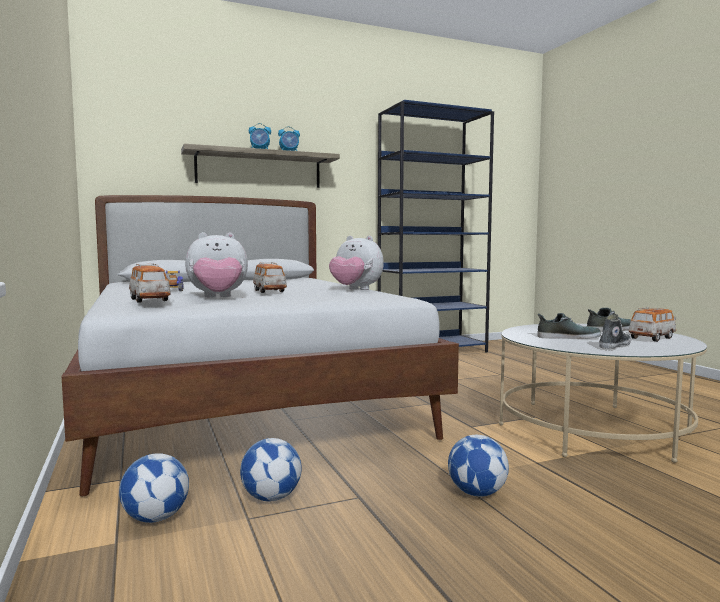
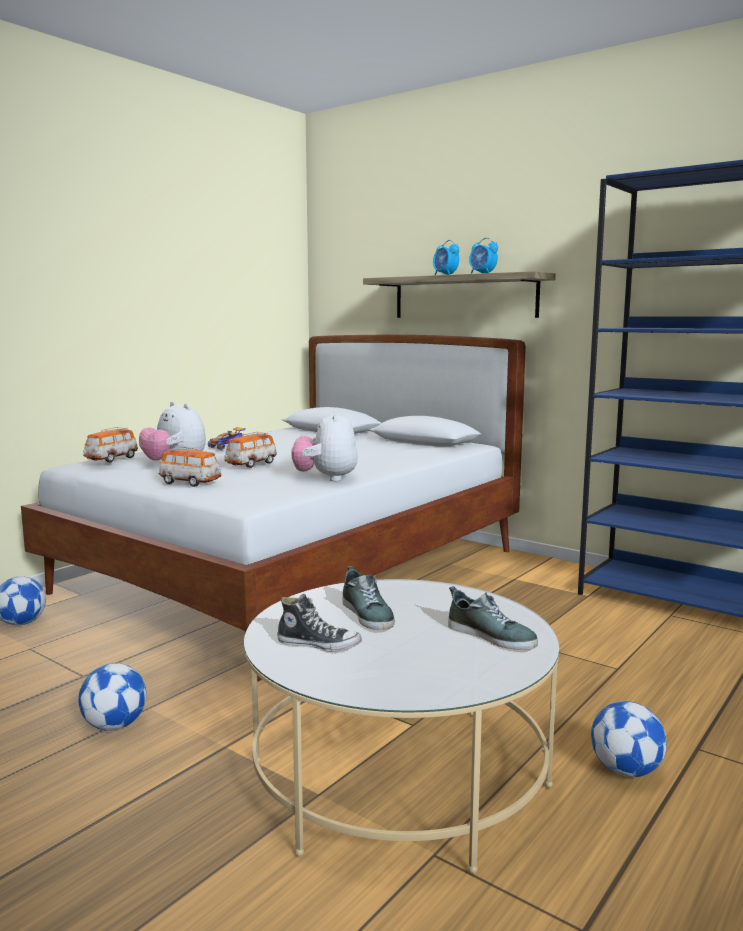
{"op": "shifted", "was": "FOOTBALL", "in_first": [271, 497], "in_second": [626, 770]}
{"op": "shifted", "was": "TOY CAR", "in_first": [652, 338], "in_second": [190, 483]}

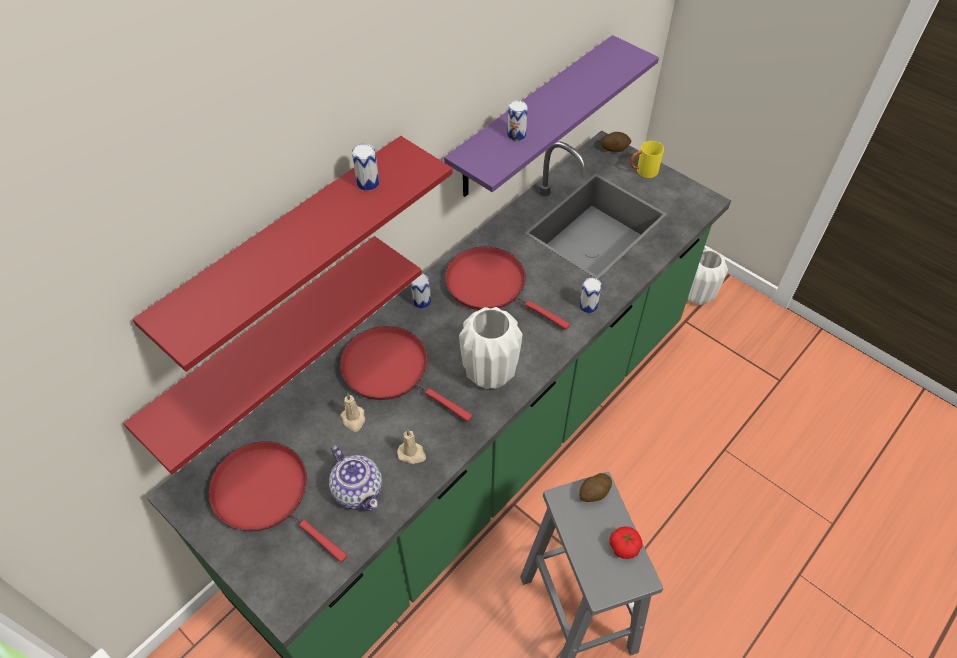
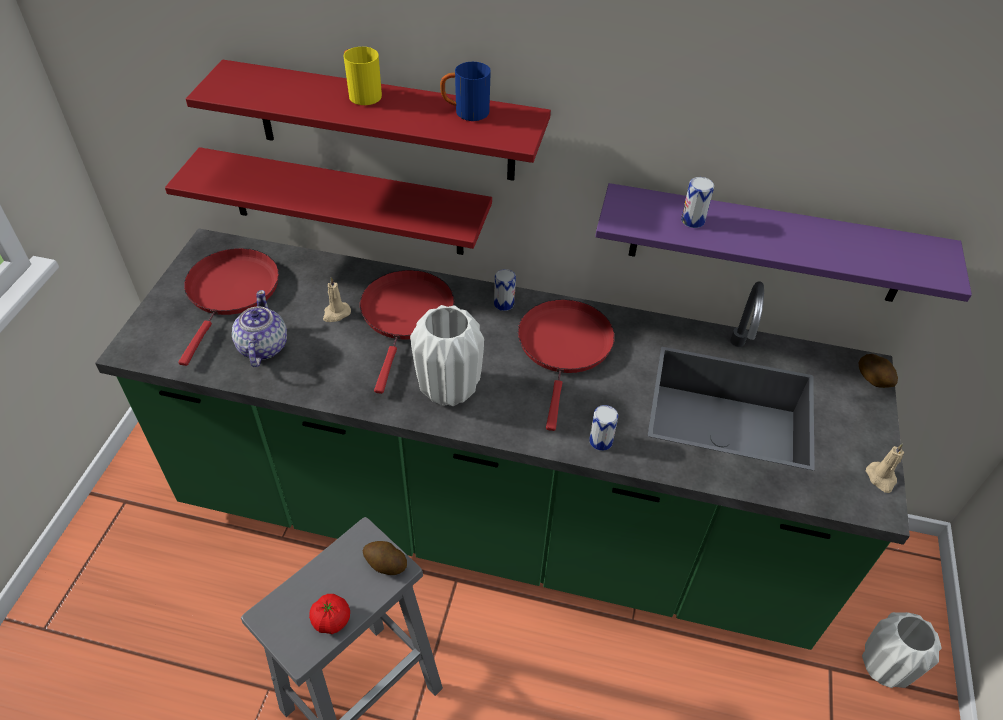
{"op": "shifted", "was": "BEIGE CANDLE", "in_first": [412, 454], "in_second": [881, 478]}
{"op": "shifted", "was": "YELLOW MUG", "in_first": [643, 172], "in_second": [361, 94]}
{"op": "swapped", "was": "CAN", "now": "BLUE MUG", "in_first": [368, 183], "in_second": [465, 113]}
{"op": "rotated", "was": "TEAPOT", "in_first": [358, 489], "in_second": [262, 347], "clockwise": 150}

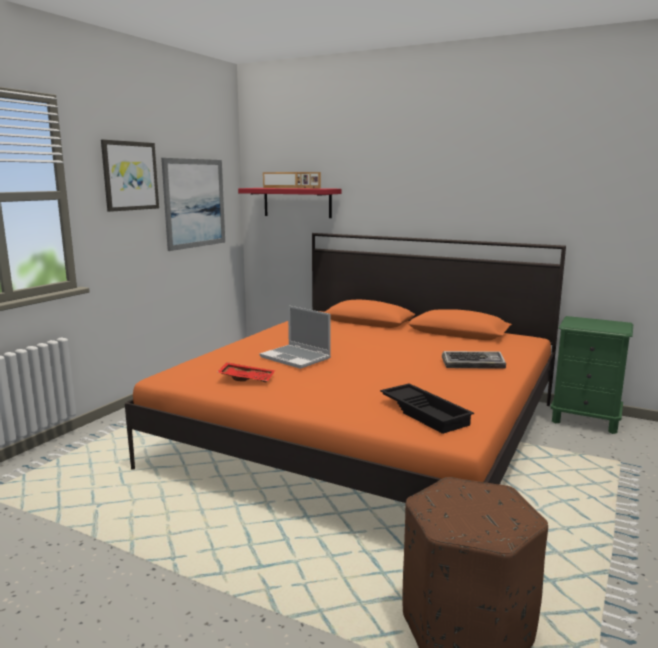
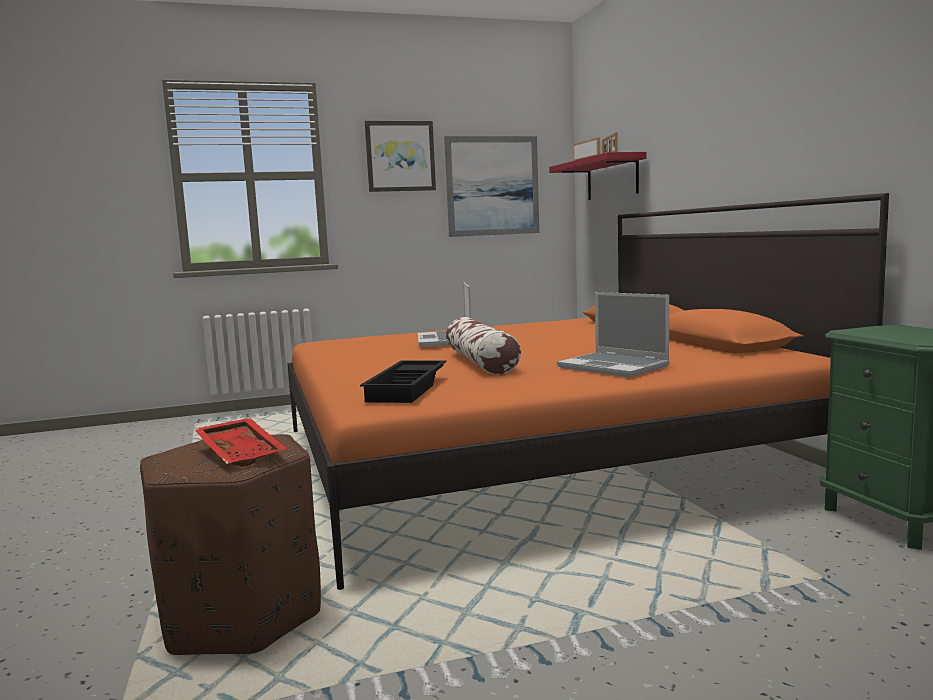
{"op": "new", "now": "PILLOW", "in_second": [481, 362]}
{"op": "shifted", "was": "RED TRAY", "in_first": [247, 378], "in_second": [242, 453]}
{"op": "swapped", "was": "KEYBOARD", "now": "LAPTOP", "in_first": [473, 364], "in_second": [615, 367]}

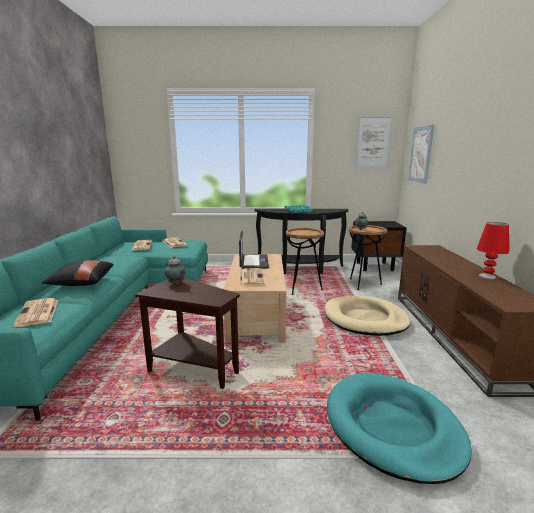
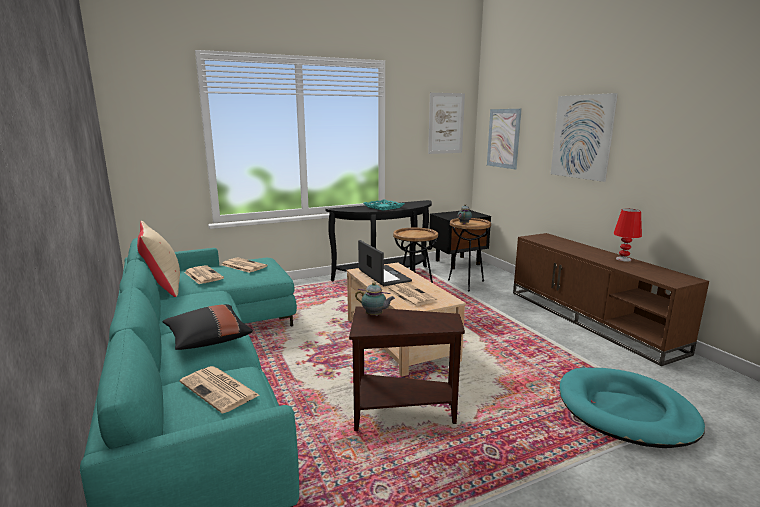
{"op": "gone", "was": "BEIGE DOG BED", "in_first": [365, 319]}
{"op": "new", "now": "BEIGE PILLOW", "in_second": [163, 286]}
{"op": "new", "now": "PICTURE", "in_second": [582, 137]}

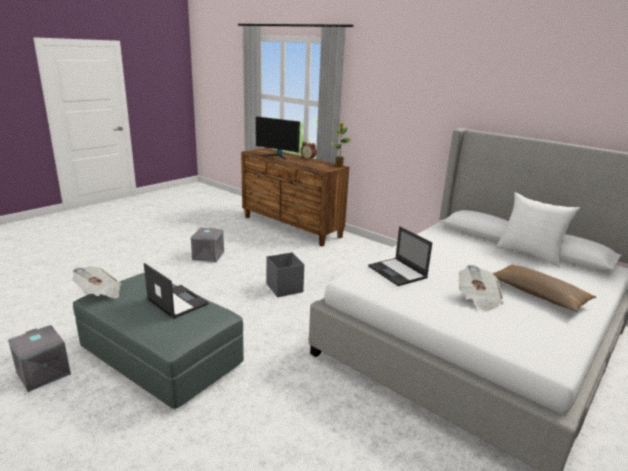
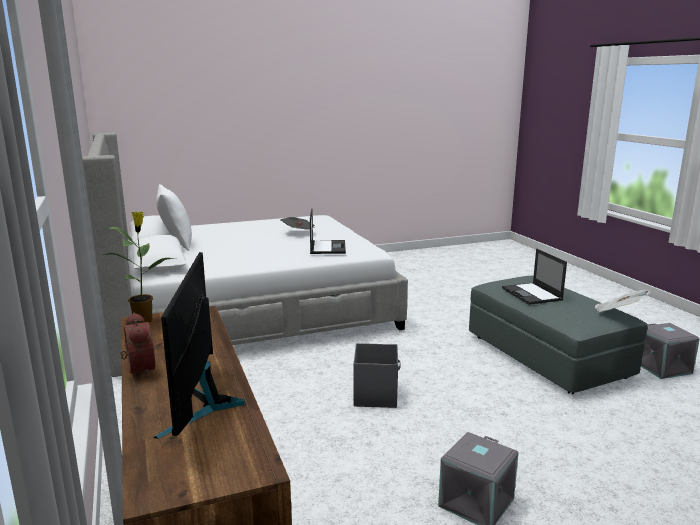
{"op": "gone", "was": "BROWN PILLOW", "in_first": [538, 294]}
{"op": "rotated", "was": "MONITOR", "in_first": [277, 156], "in_second": [200, 406], "clockwise": -150}

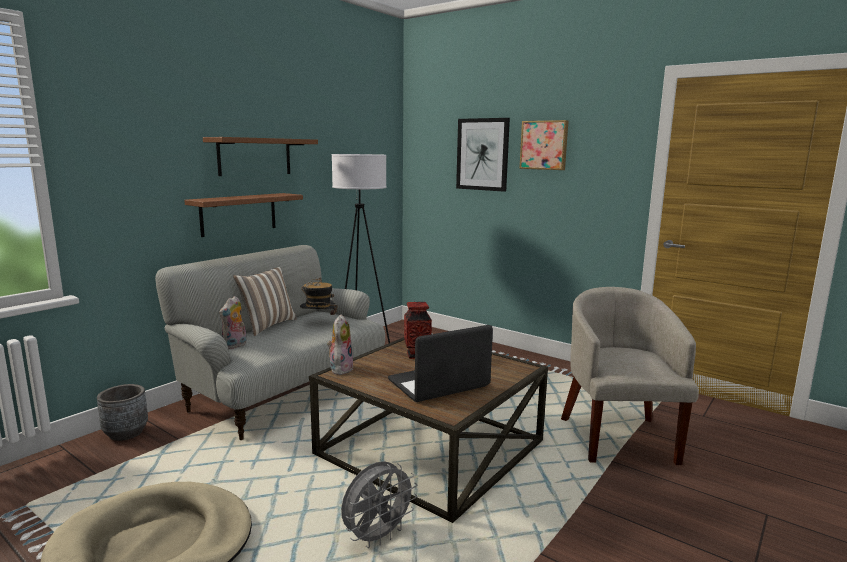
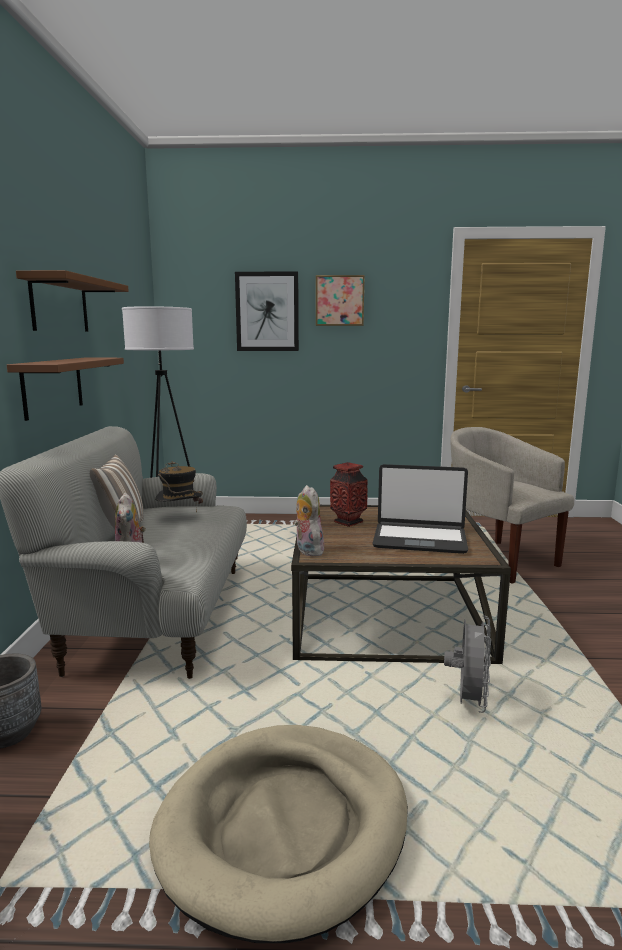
{"op": "rotated", "was": "LAPTOP", "in_first": [439, 384], "in_second": [419, 539], "clockwise": -105}

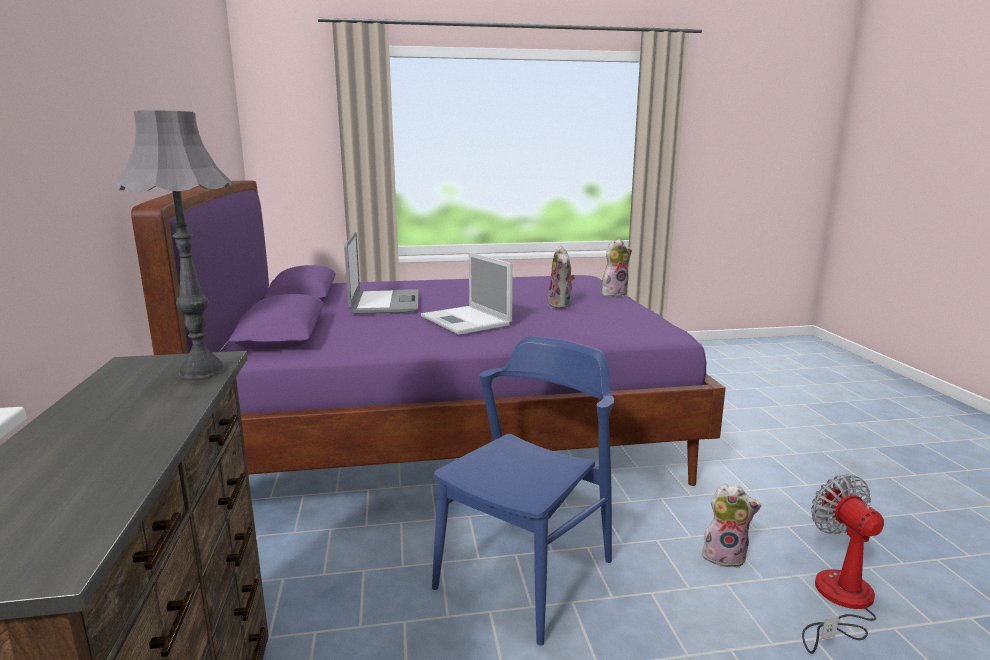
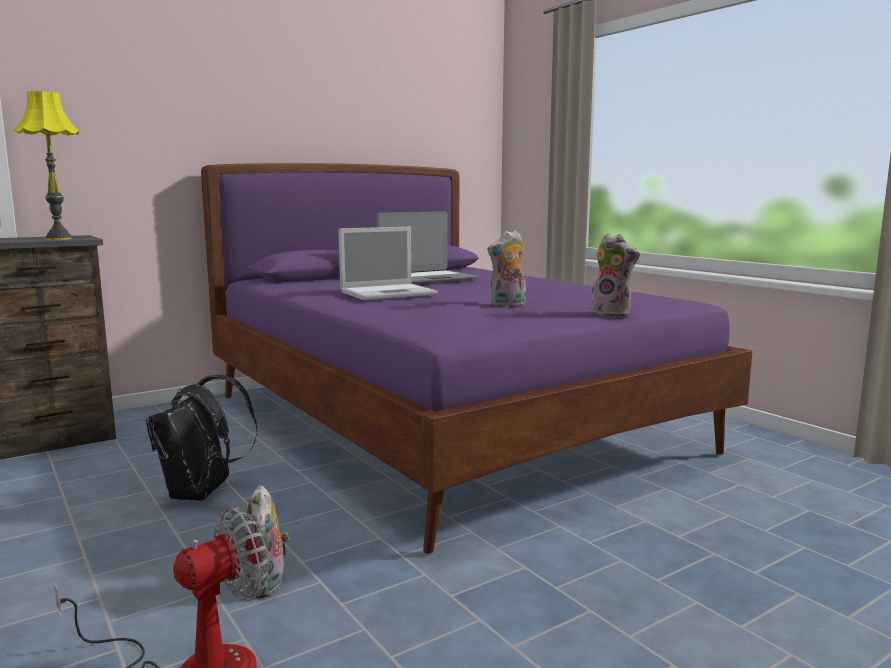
{"op": "swapped", "was": "BLUE CHAIR", "now": "BLACK BACKPACK", "in_first": [525, 574], "in_second": [202, 494]}
{"op": "repainted", "was": "GREY TABLE LAMP", "now": "YELLOW TABLE LAMP", "in_first": [201, 371], "in_second": [58, 239]}
{"op": "rotated", "was": "LAPTOP", "in_first": [467, 321], "in_second": [389, 293], "clockwise": -150}

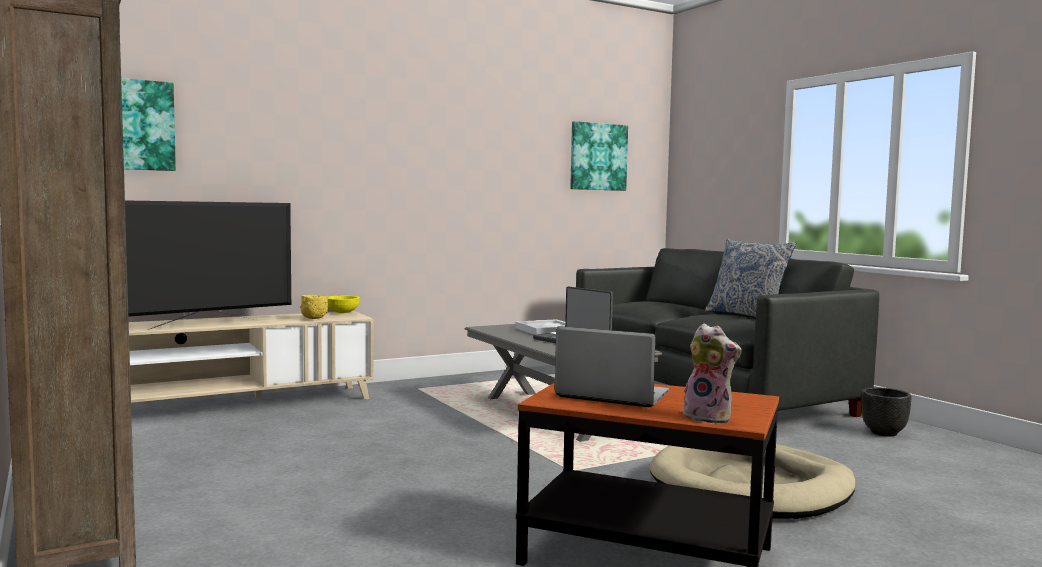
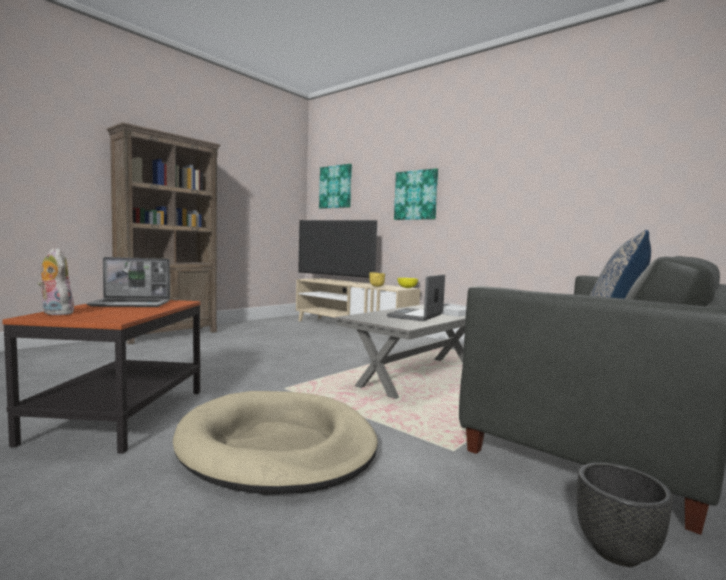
{"op": "shifted", "was": "PICTURE", "in_first": [598, 157], "in_second": [416, 195]}
{"op": "rotated", "was": "LAPTOP", "in_first": [610, 395], "in_second": [132, 304], "clockwise": 75}
{"op": "rotated", "was": "PLUSH TOY", "in_first": [709, 418], "in_second": [55, 313], "clockwise": 105}

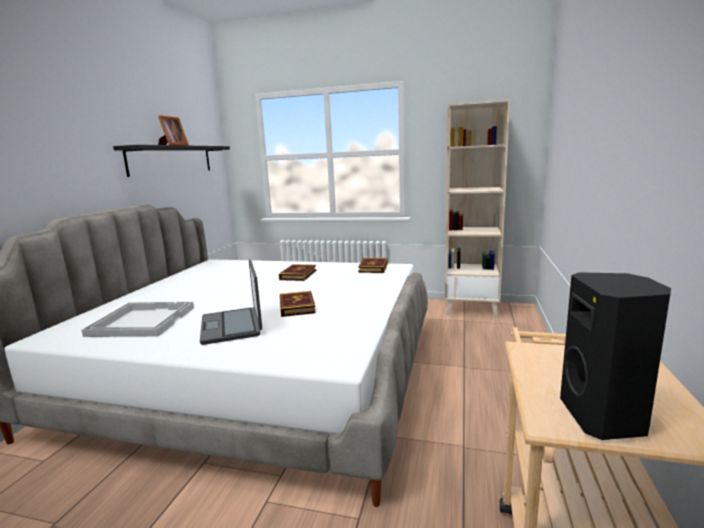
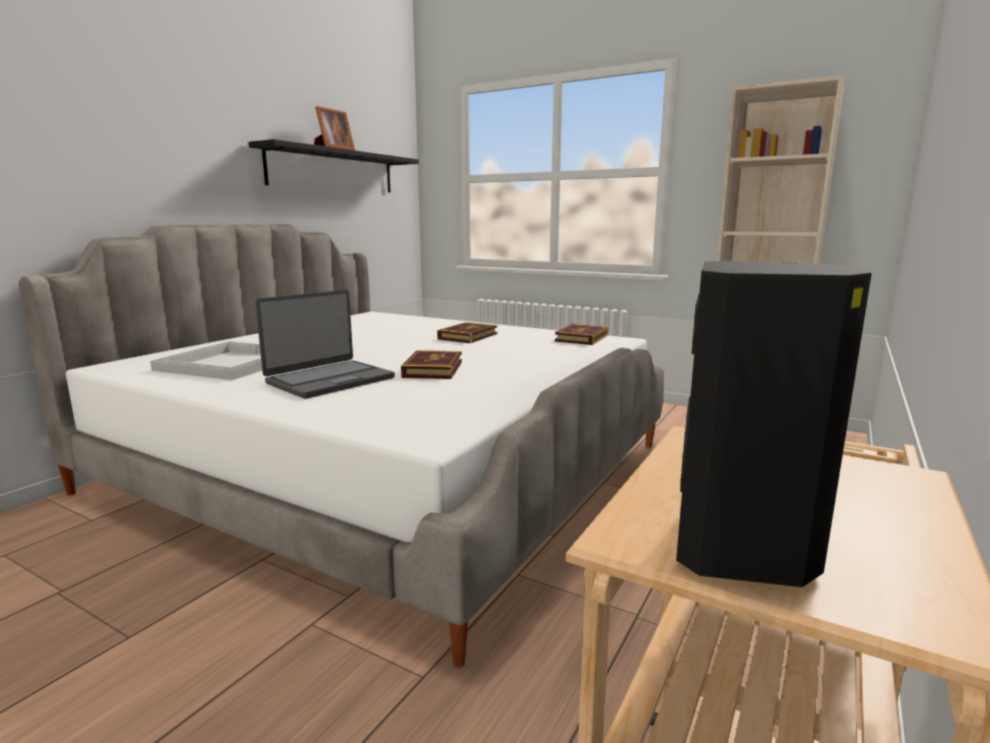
{"op": "rotated", "was": "LAPTOP", "in_first": [232, 326], "in_second": [329, 380], "clockwise": -135}

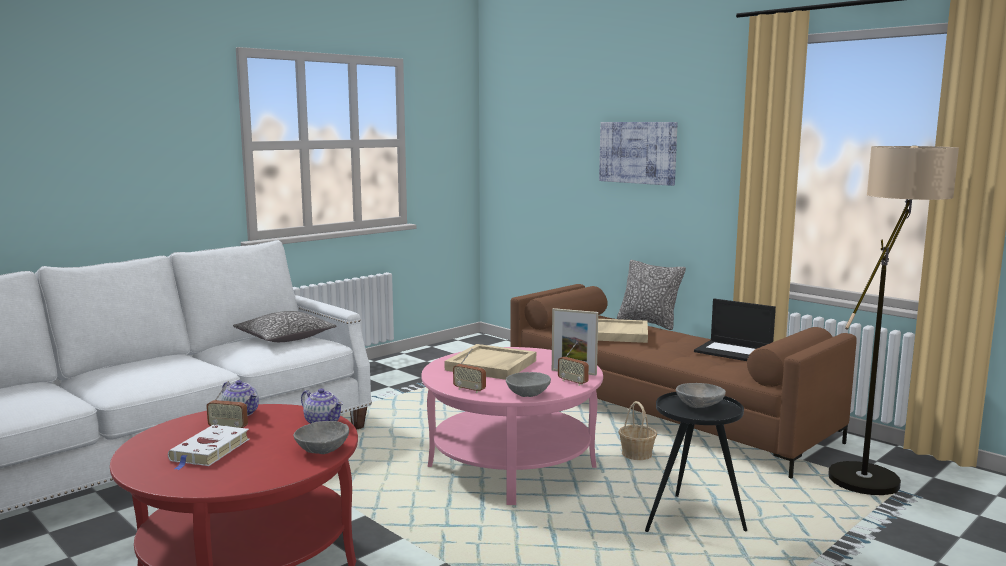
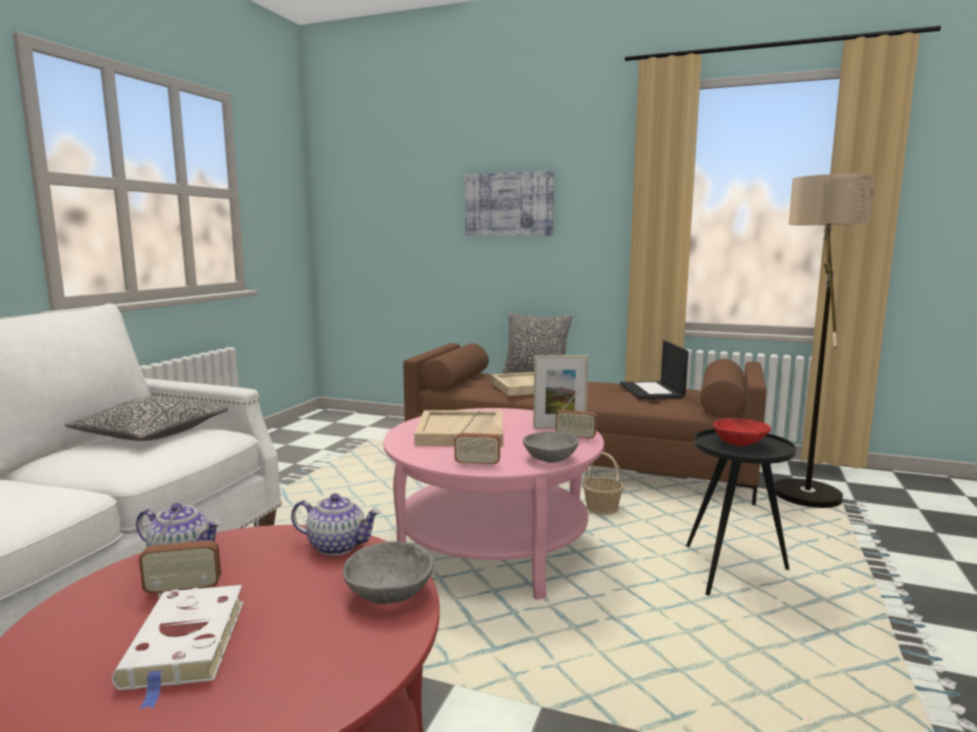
{"op": "repainted", "was": "GREY BOWL", "now": "RED BOWL", "in_first": [700, 406], "in_second": [741, 444]}
{"op": "rotated", "was": "LAPTOP", "in_first": [734, 352], "in_second": [652, 391], "clockwise": 75}

